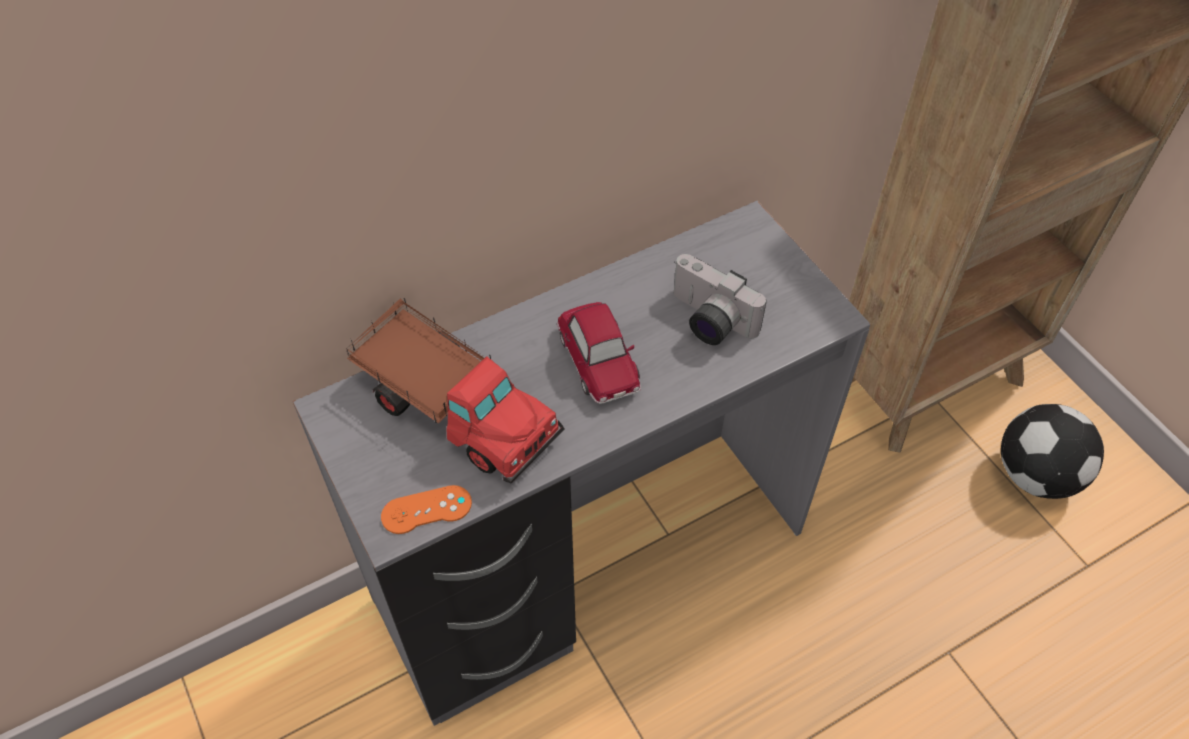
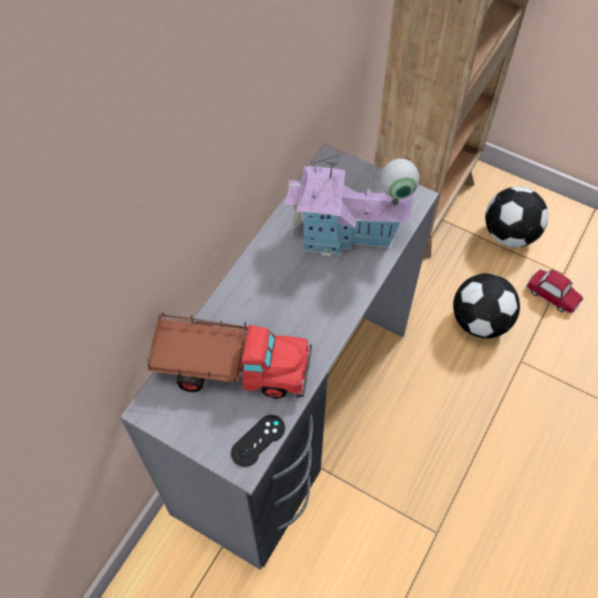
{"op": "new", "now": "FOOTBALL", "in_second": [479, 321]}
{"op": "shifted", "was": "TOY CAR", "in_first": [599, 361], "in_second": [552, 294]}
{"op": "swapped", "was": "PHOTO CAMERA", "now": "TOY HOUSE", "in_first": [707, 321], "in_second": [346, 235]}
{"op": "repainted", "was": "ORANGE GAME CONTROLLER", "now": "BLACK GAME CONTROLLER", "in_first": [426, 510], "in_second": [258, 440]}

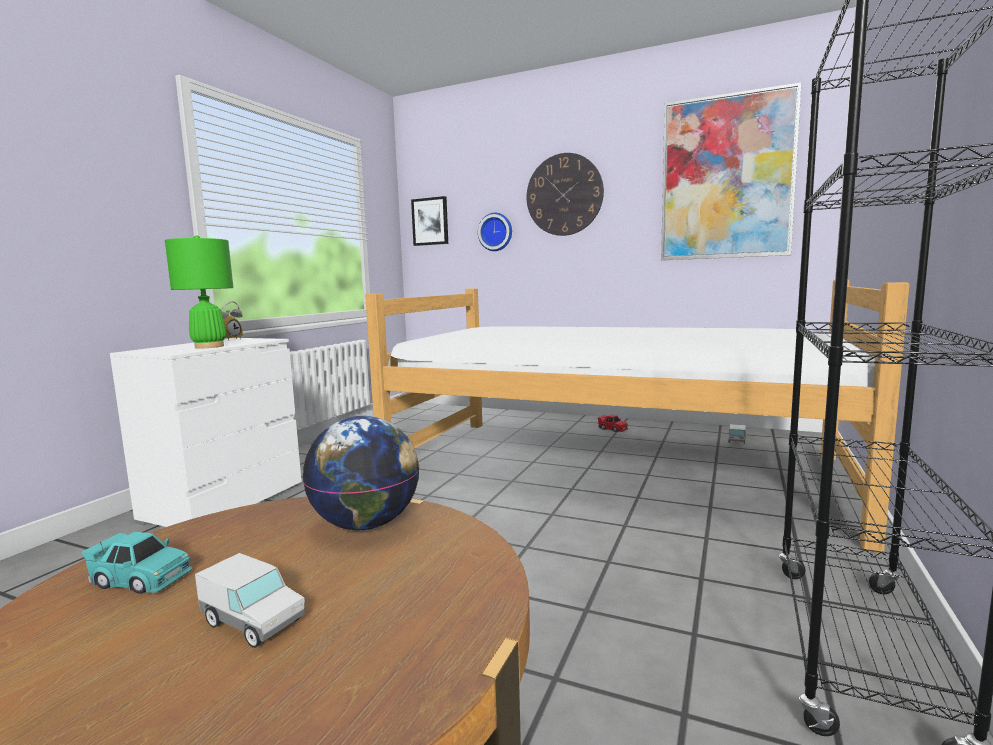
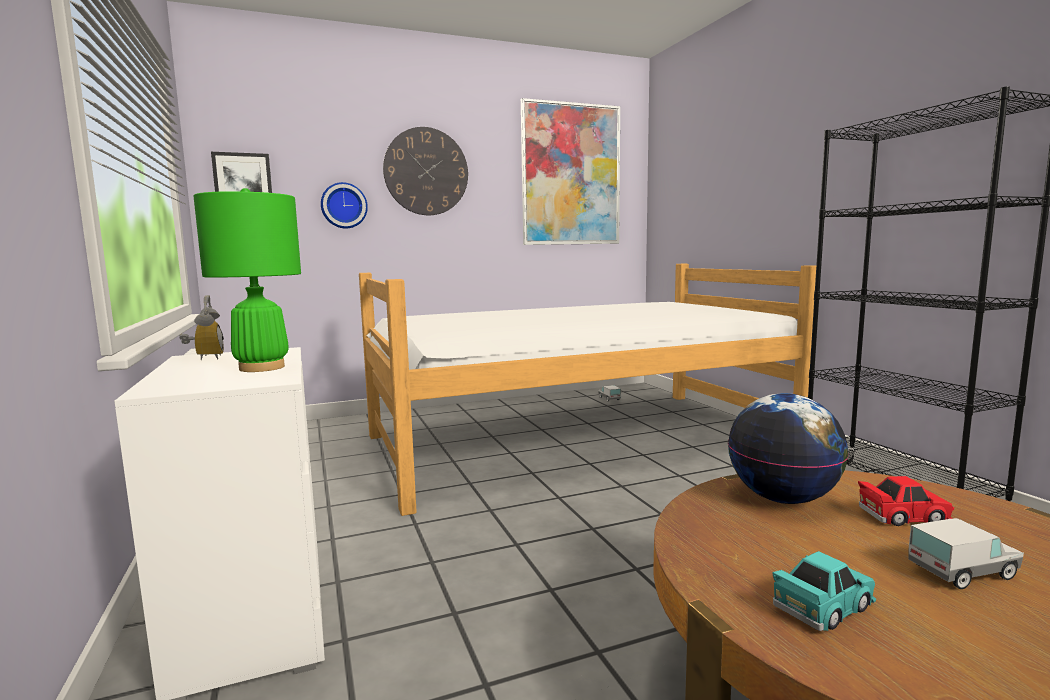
{"op": "shifted", "was": "RED TOY CAR", "in_first": [612, 429], "in_second": [903, 516]}

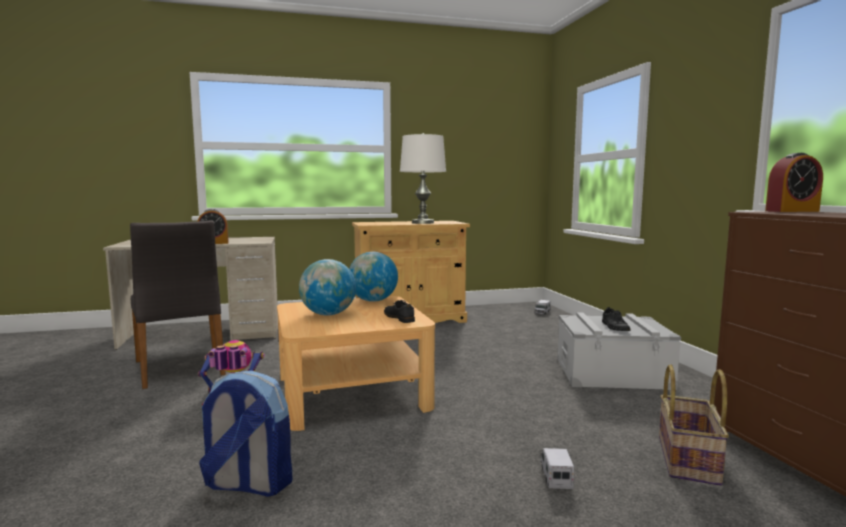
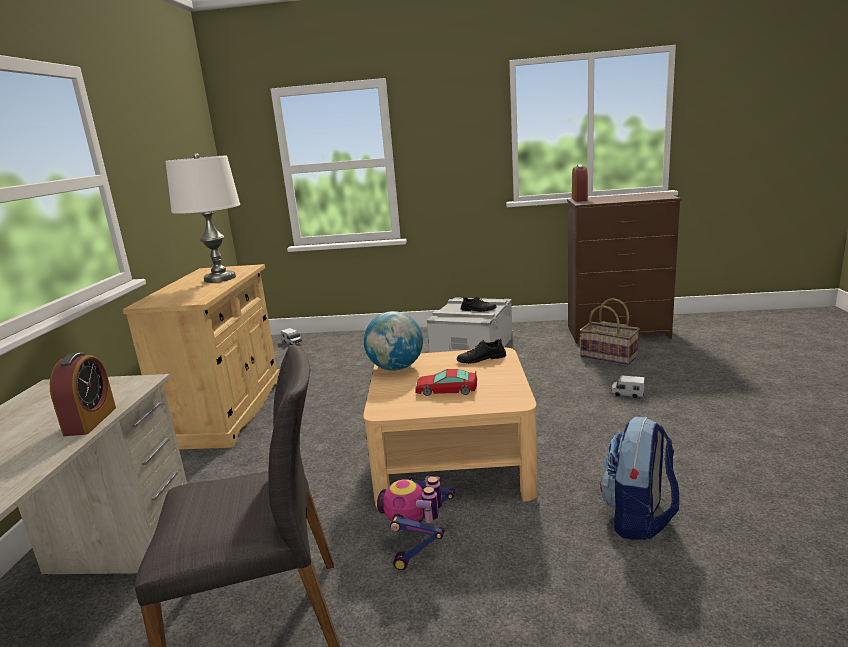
{"op": "swapped", "was": "GLOBE", "now": "TOY CAR", "in_first": [328, 314], "in_second": [447, 389]}

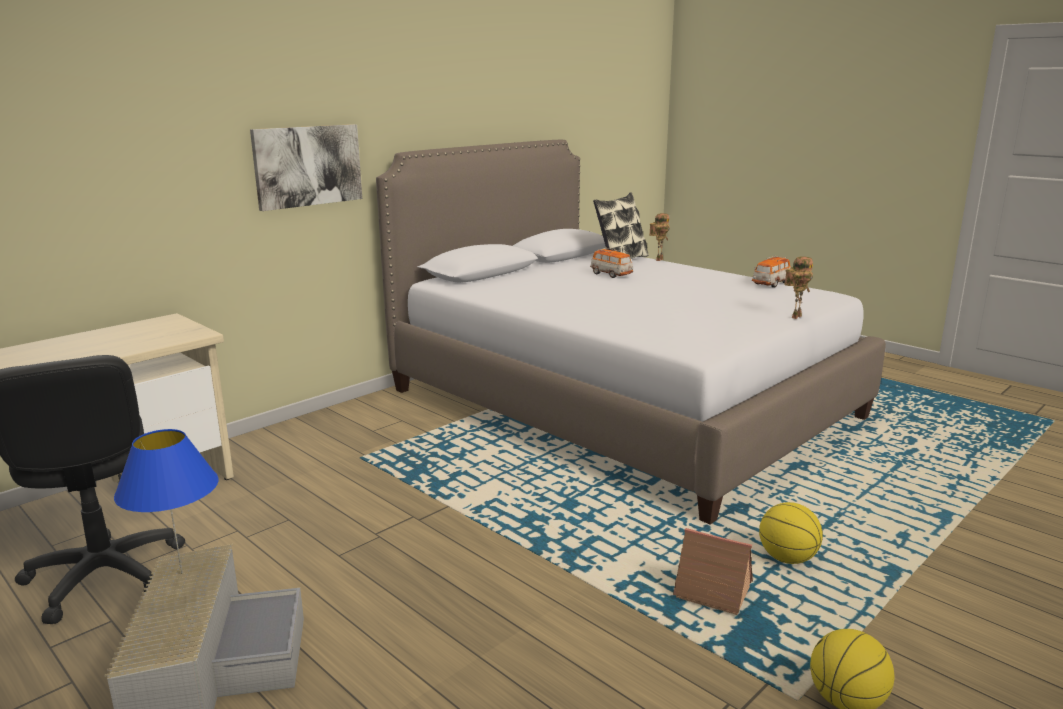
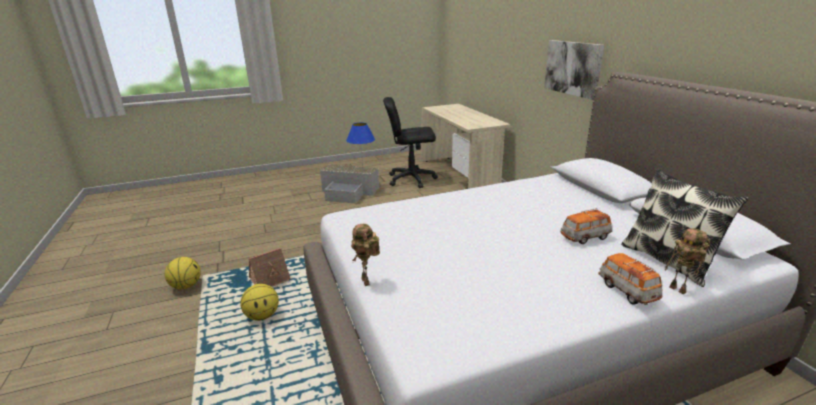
{"op": "shifted", "was": "TOY CAR", "in_first": [771, 284], "in_second": [627, 291]}

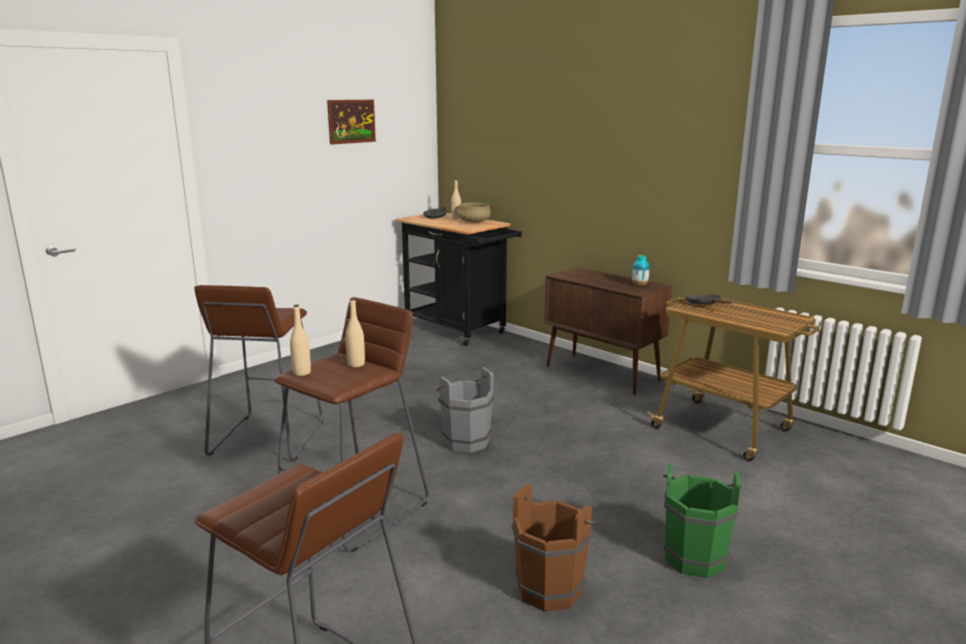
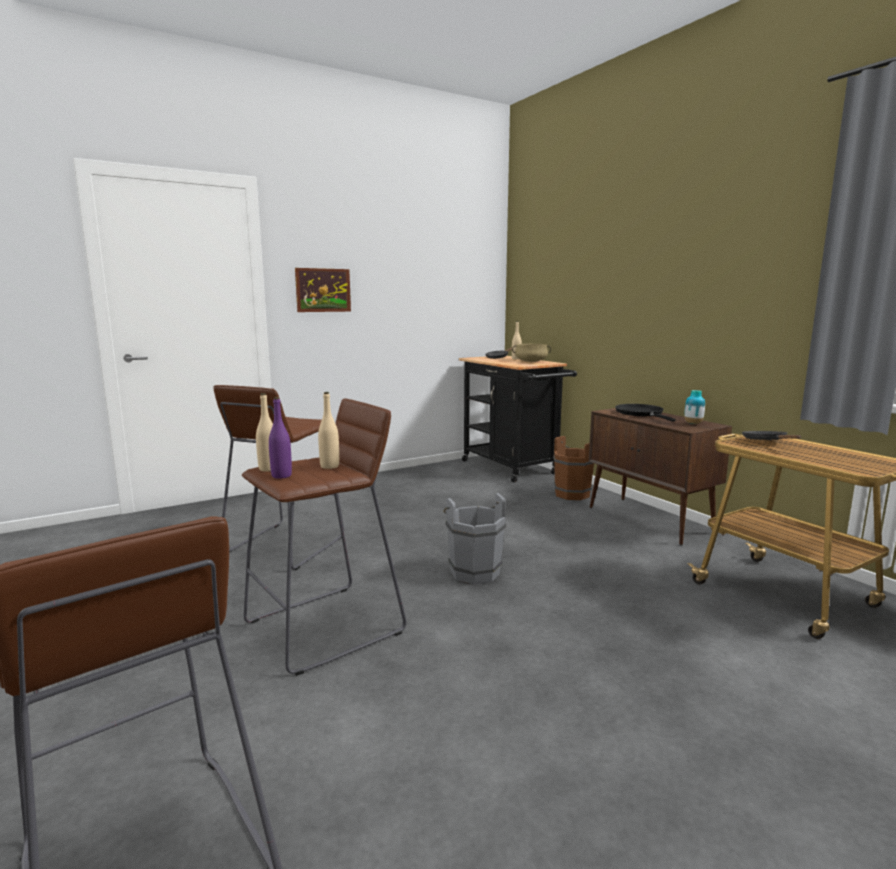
{"op": "gone", "was": "GREEN BUCKET", "in_first": [694, 555]}
{"op": "new", "now": "PURPLE BOTTLE", "in_second": [281, 476]}
{"op": "new", "now": "BLACK FRYING PAN", "in_second": [641, 414]}
{"op": "shifted", "was": "PICTURE", "in_first": [351, 121], "in_second": [323, 290]}
{"op": "shifted", "was": "BROWN BUCKET", "in_first": [552, 586], "in_second": [574, 494]}

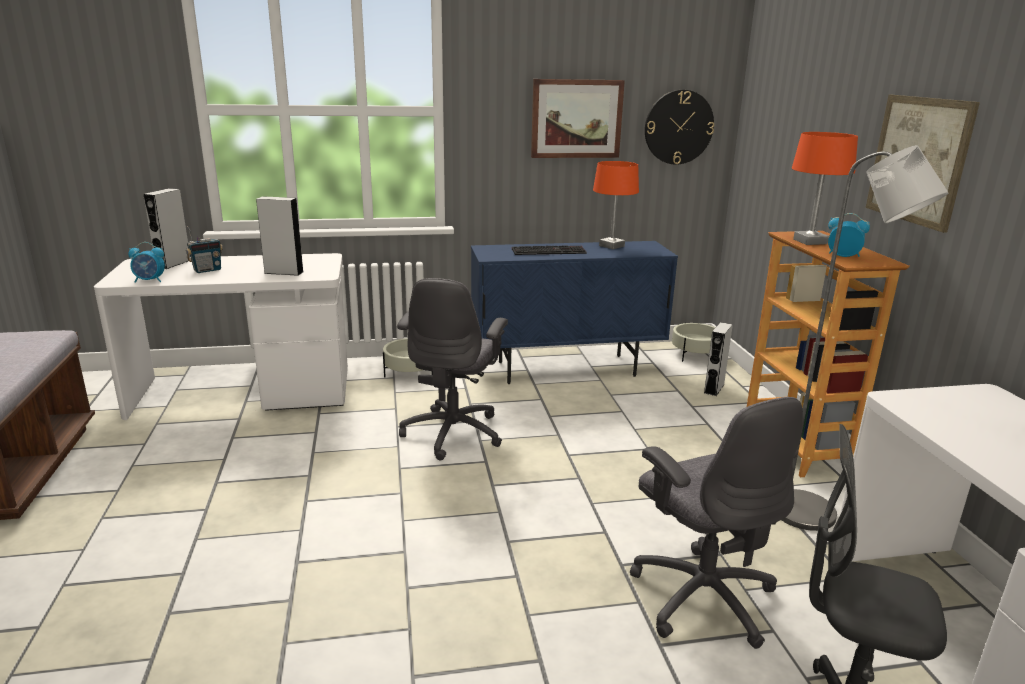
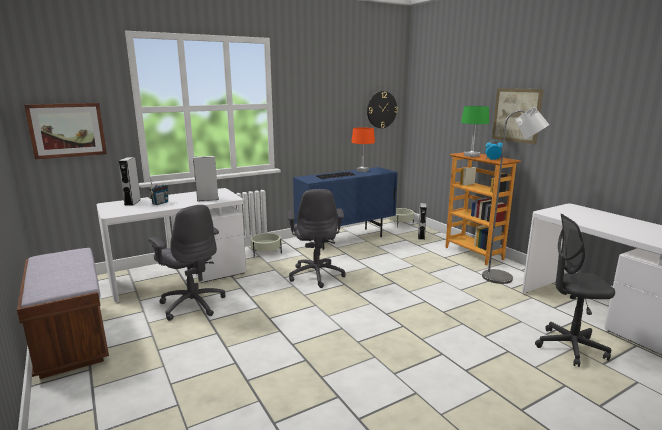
{"op": "gone", "was": "ALARM CLOCK", "in_first": [150, 281]}
{"op": "shifted", "was": "PICTURE", "in_first": [576, 119], "in_second": [67, 130]}
{"op": "shifted", "was": "GREY OFFICE CHAIR", "in_first": [702, 596], "in_second": [192, 304]}
{"op": "repainted", "was": "ORANGE TABLE LAMP", "now": "GREEN TABLE LAMP", "in_first": [809, 241], "in_second": [471, 155]}

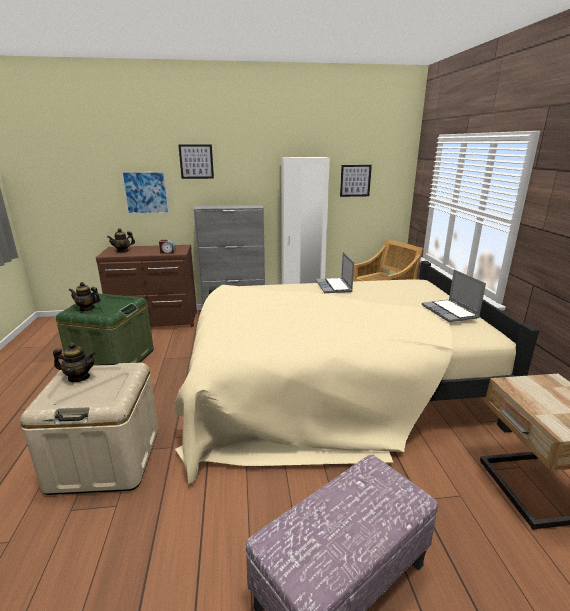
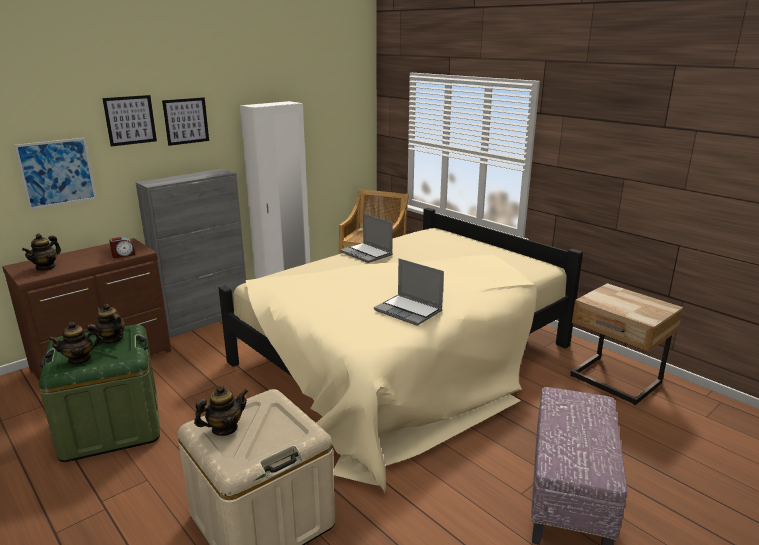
{"op": "new", "now": "TEAPOT", "in_second": [112, 339]}
{"op": "shifted", "was": "PICTURE", "in_first": [355, 180], "in_second": [186, 121]}
{"op": "shifted", "was": "LAPTOP", "in_first": [450, 312], "in_second": [409, 311]}

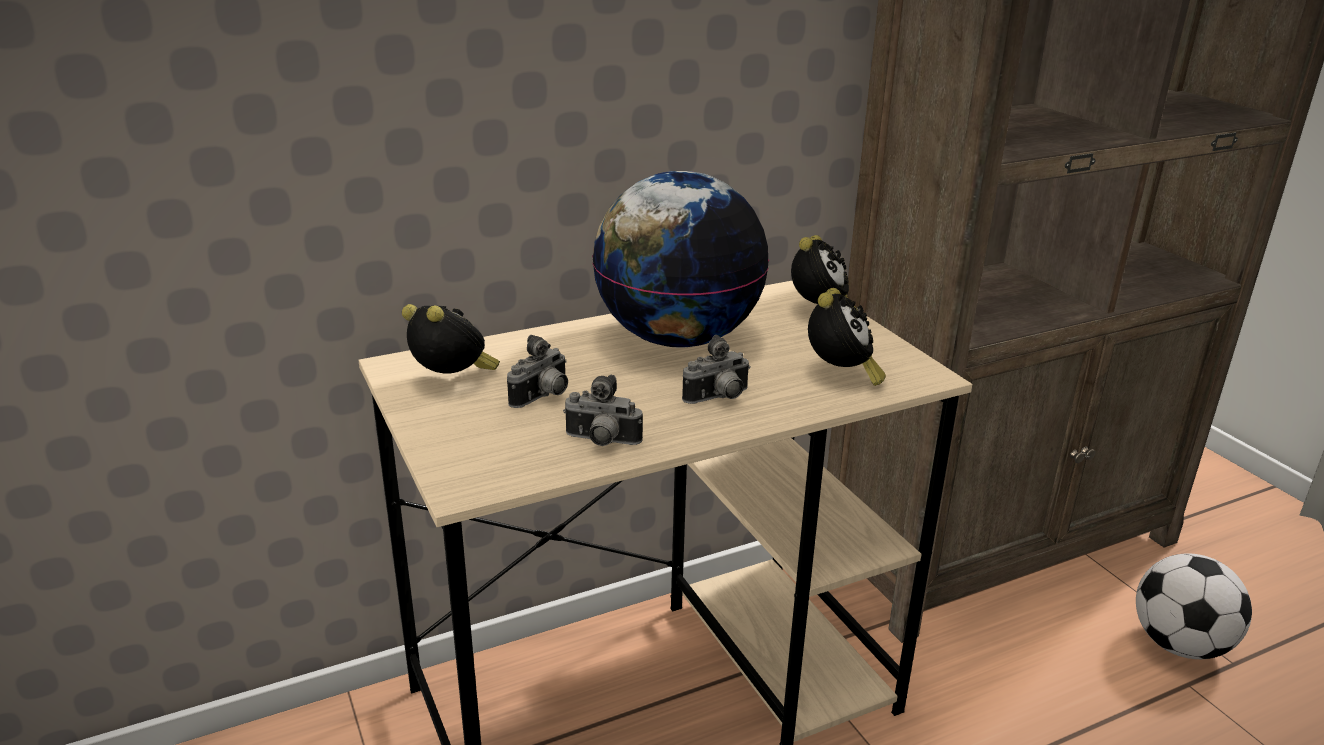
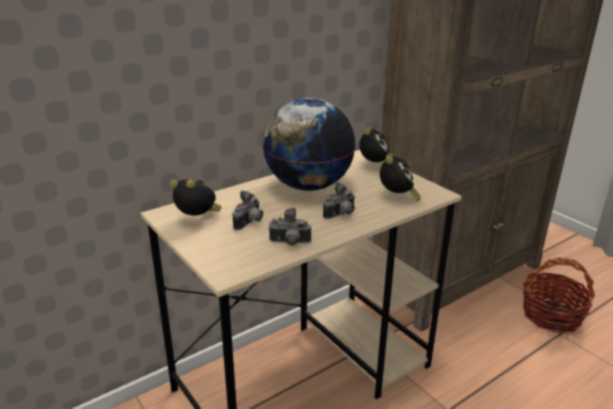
{"op": "swapped", "was": "FOOTBALL", "now": "BASKET", "in_first": [1179, 645], "in_second": [551, 315]}

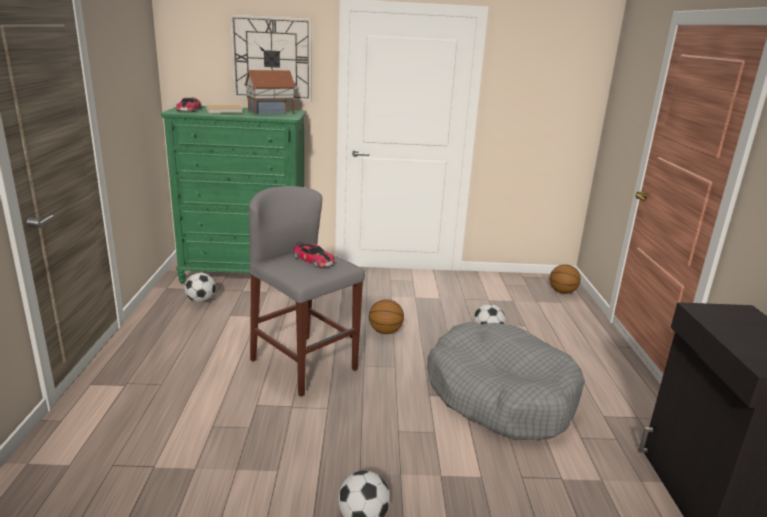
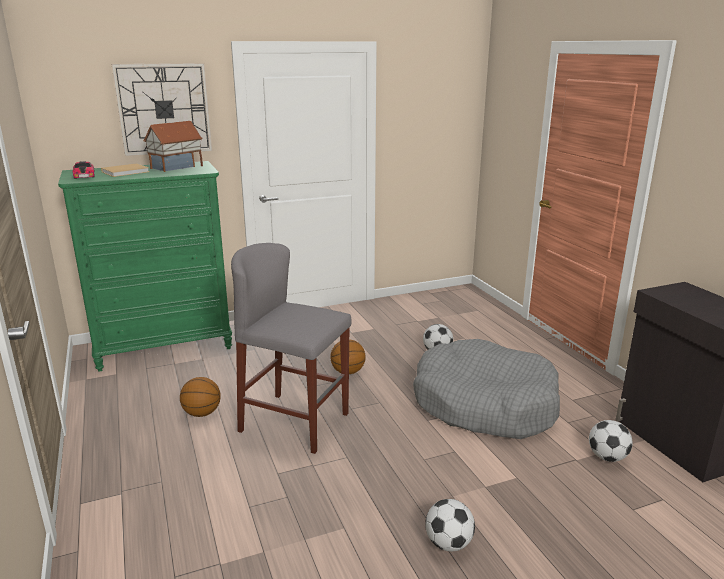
{"op": "gone", "was": "TOY CAR", "in_first": [313, 260]}
{"op": "shifted", "was": "FOOTBALL", "in_first": [201, 300], "in_second": [607, 457]}
{"op": "shifted", "was": "BASKETBALL", "in_first": [562, 292], "in_second": [202, 413]}

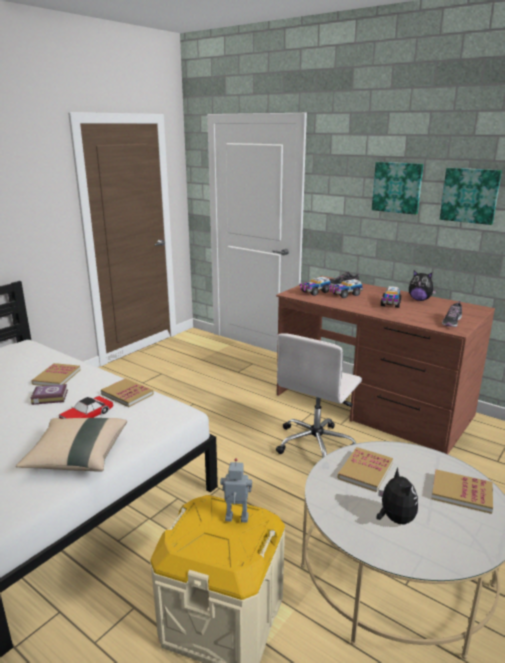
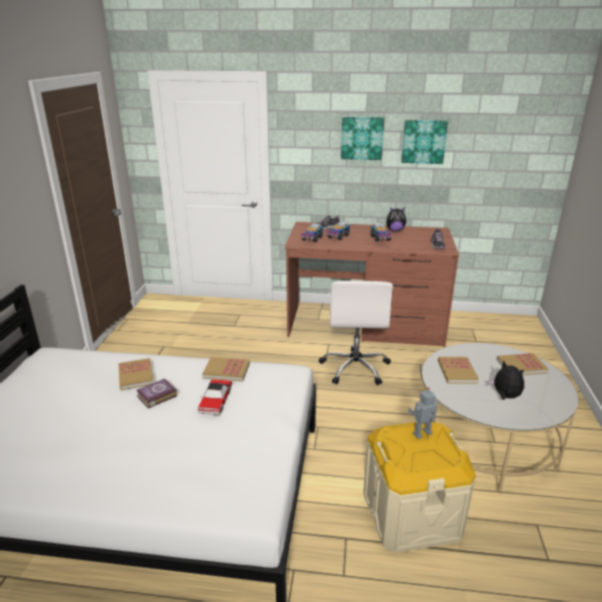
{"op": "gone", "was": "BEIGE PILLOW", "in_first": [77, 457]}

